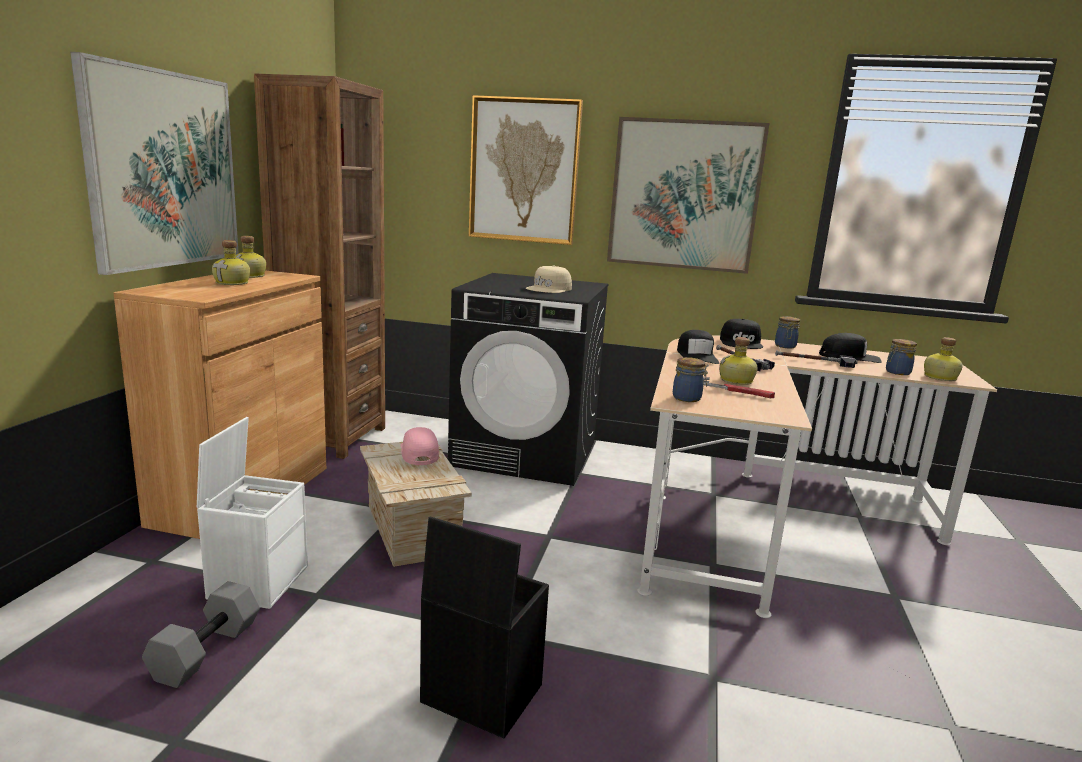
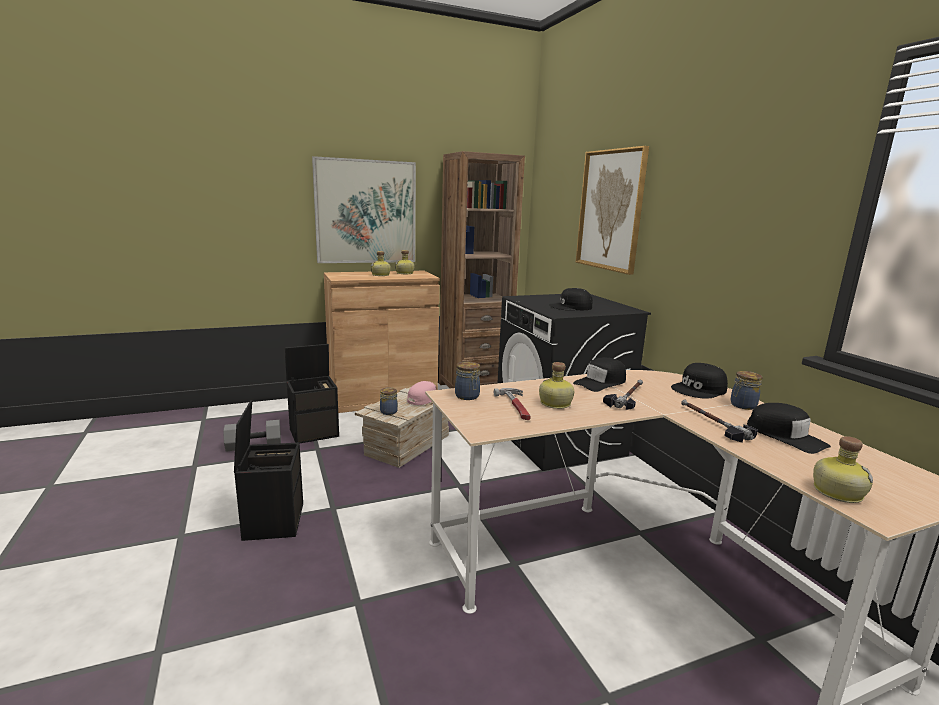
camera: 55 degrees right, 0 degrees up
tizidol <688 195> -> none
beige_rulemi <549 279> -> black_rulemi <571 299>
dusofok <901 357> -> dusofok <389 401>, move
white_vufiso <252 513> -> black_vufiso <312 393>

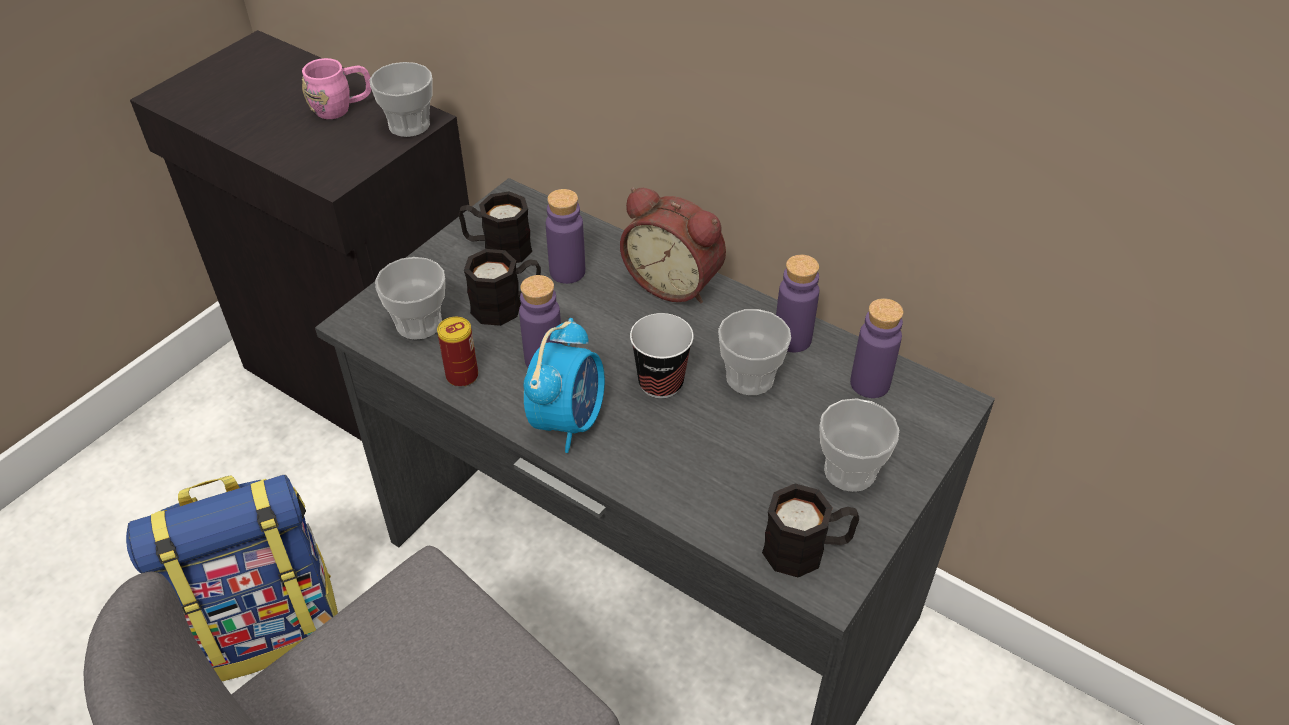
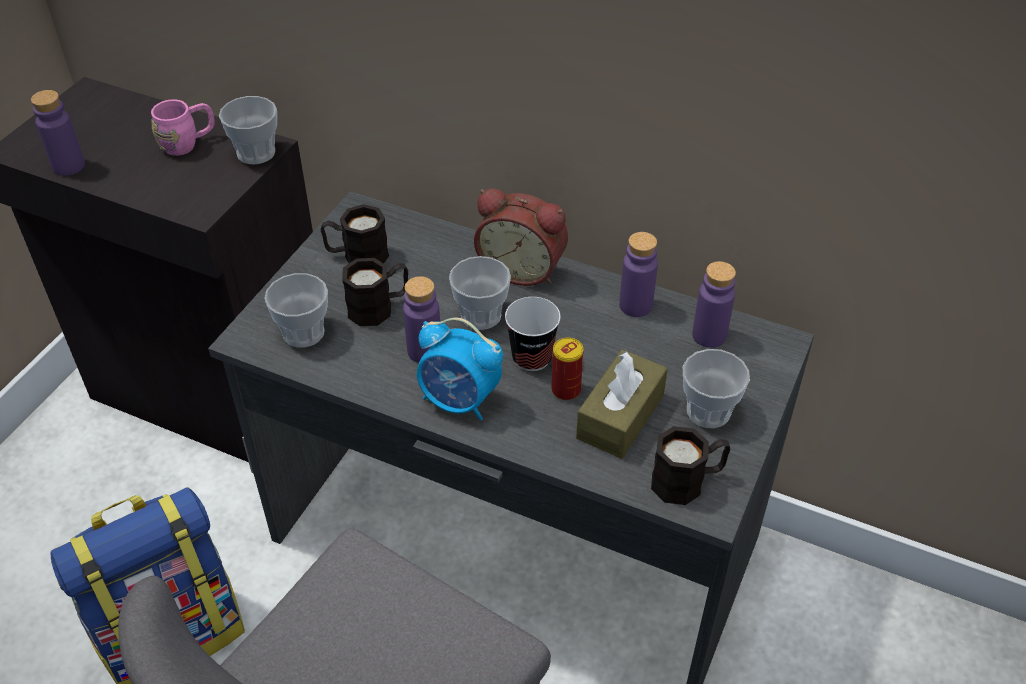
camera: 10 degrees left, 0 degrees up
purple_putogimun <565 236> -> purple_putogimun <58 133>, move
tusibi <754 352> -> tusibi <480 293>, move
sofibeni <457 352> -> sofibeni <567 369>, move
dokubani <564 385> -> dokubani <460 369>, 105 degrees clockwise
none -> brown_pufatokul <622 404>

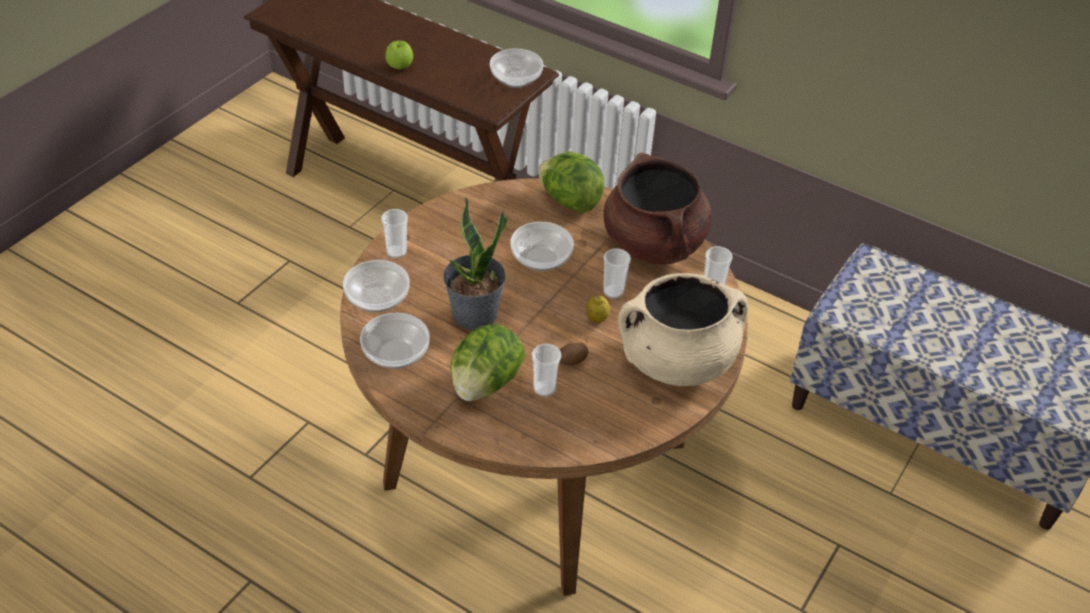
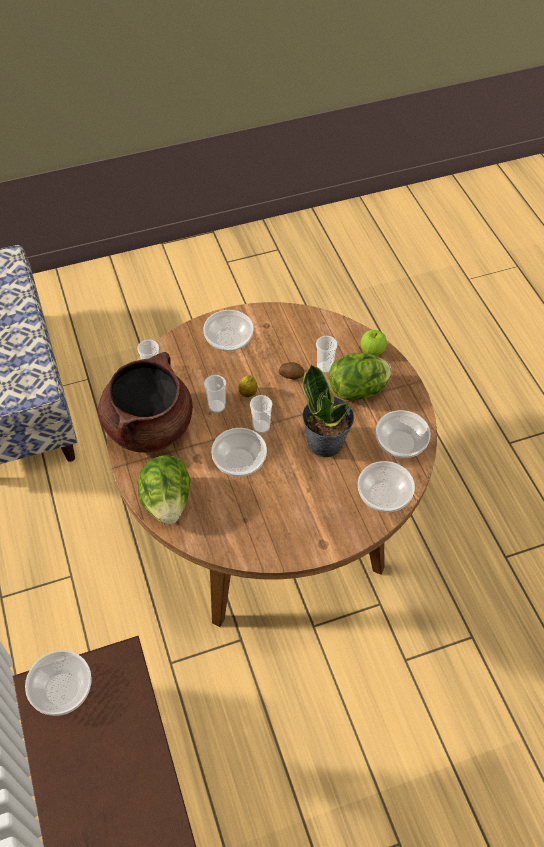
camera: 140 degrees left, 10 degrees up
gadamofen <399 54> -> gadamofen <373 343>, move
tusibi <394 233> -> tusibi <261 414>, move
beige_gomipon <683 329> -> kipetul <228 330>

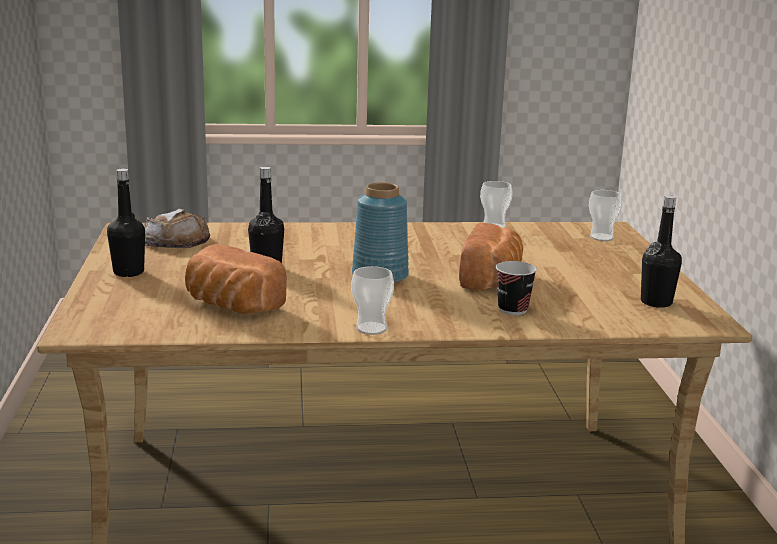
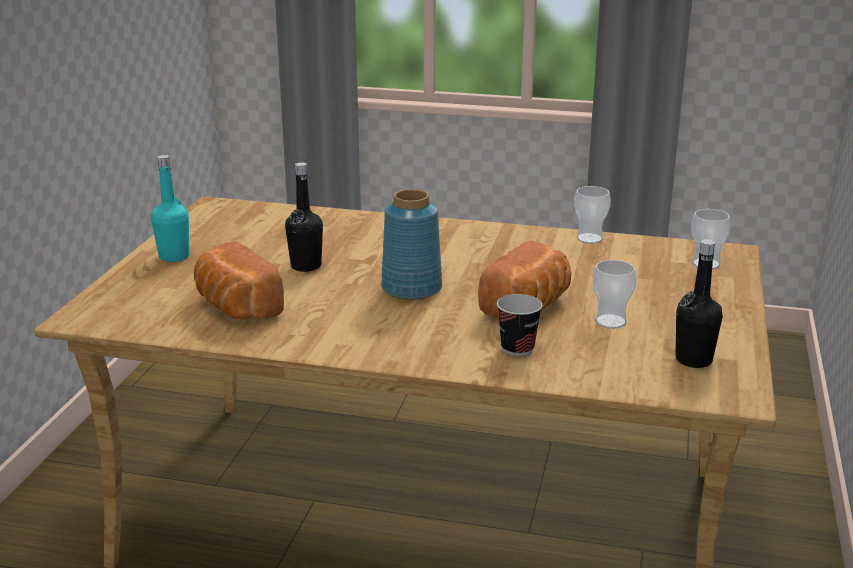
camera: 20 degrees right, 5 degrees up
black_putogimun <126 222> -> turquoise_putogimun <170 208>
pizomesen <177 228> -> none
tusibi <372 300> -> tusibi <614 294>, move

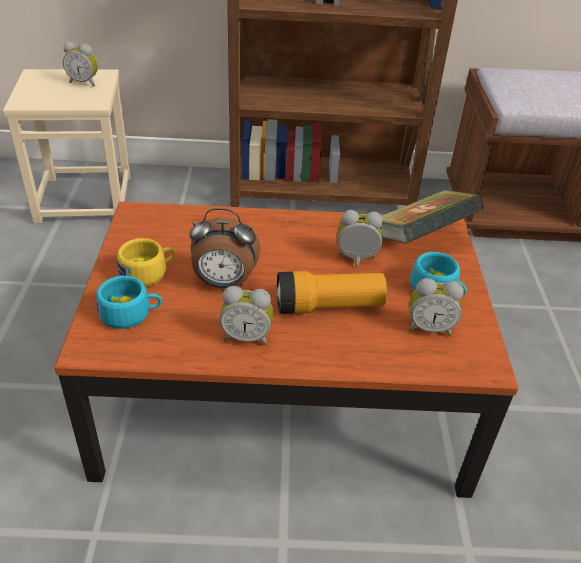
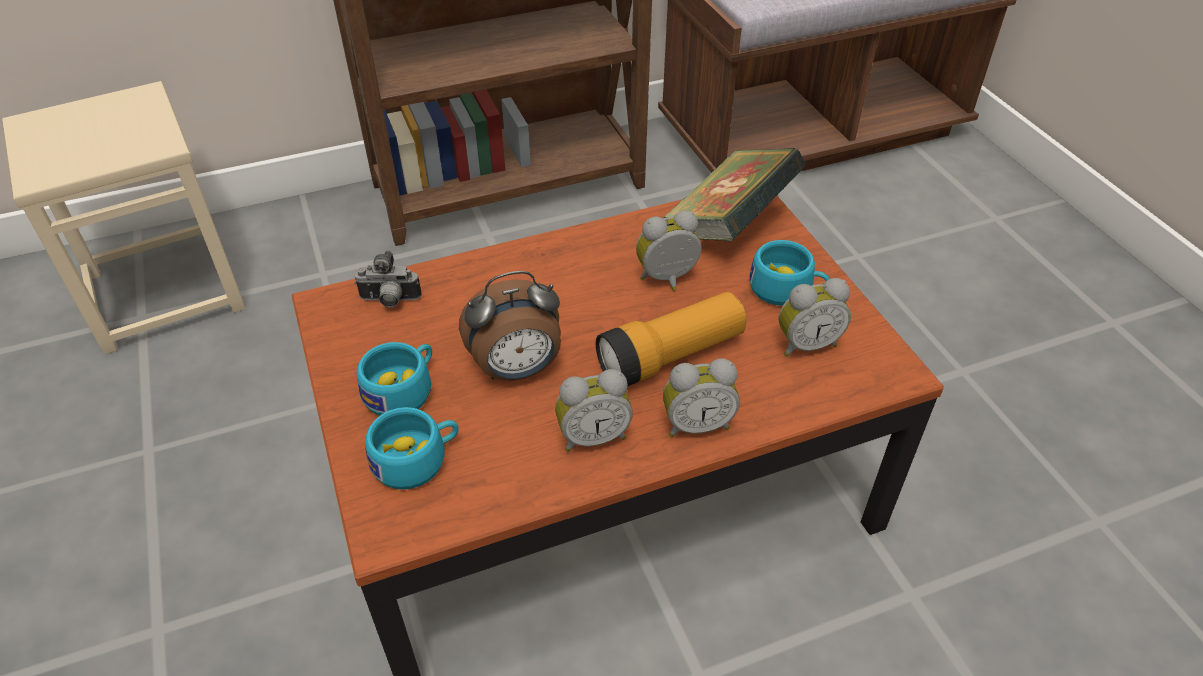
camera: 20 degrees left, 5 degrees up
dokubani <80 64> -> dokubani <701 398>, move
yellow_tusibi <146 262> -> turquoise_tusibi <394 379>
none -> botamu <388 278>

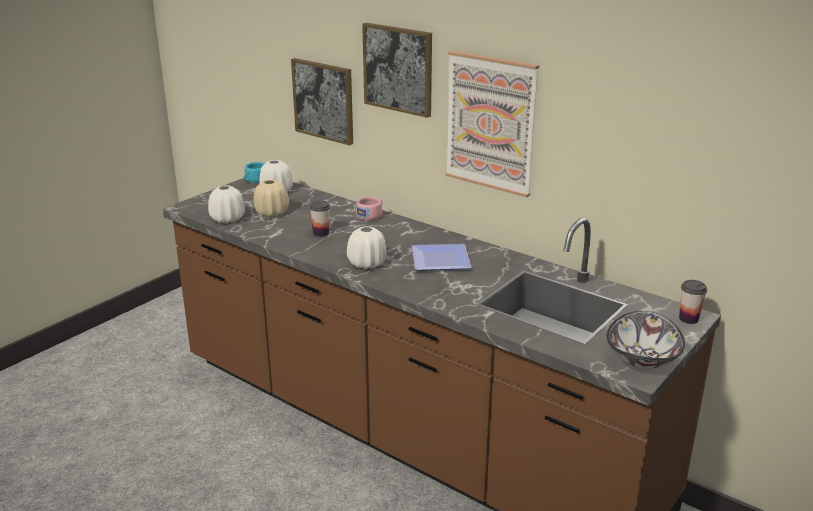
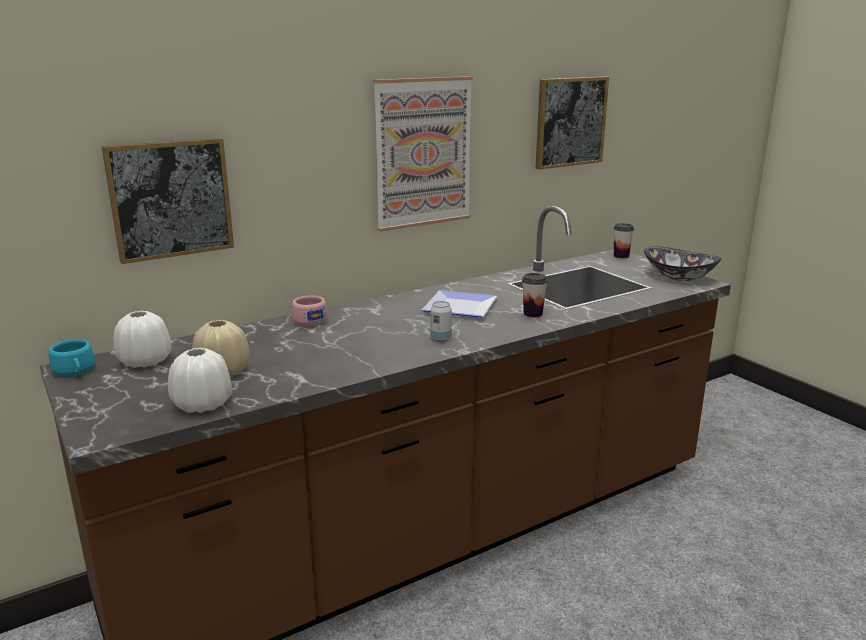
camera: 70 degrees left, 5 degrees down
tizidol <397 70> -> tizidol <572 123>, move
tusibi <320 219> -> tusibi <535 295>, move
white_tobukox <367 247> -> sofibeni <441 321>

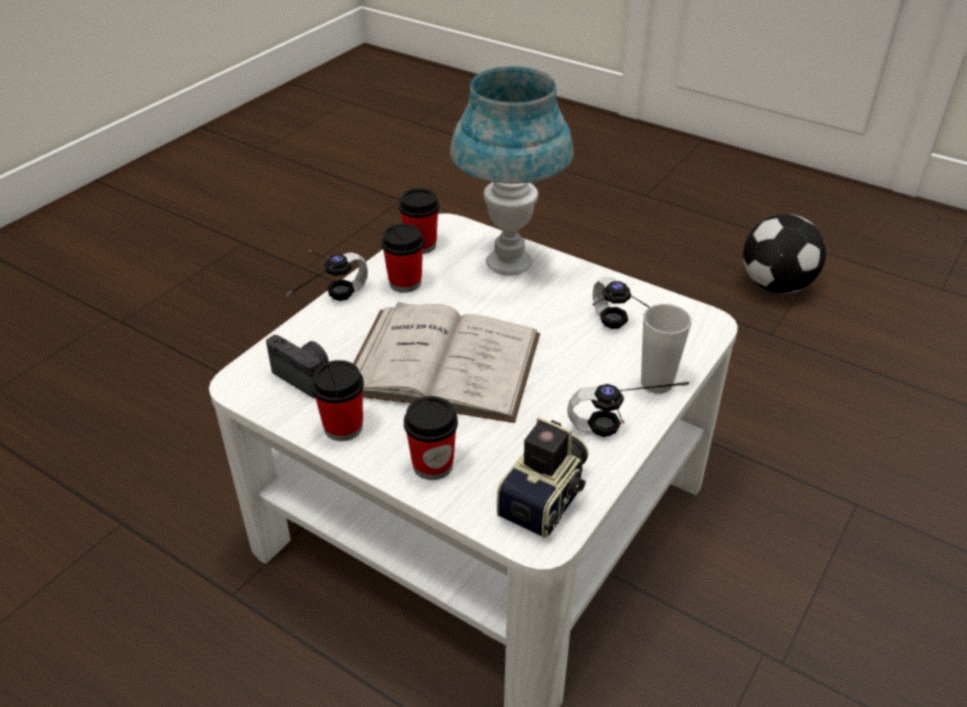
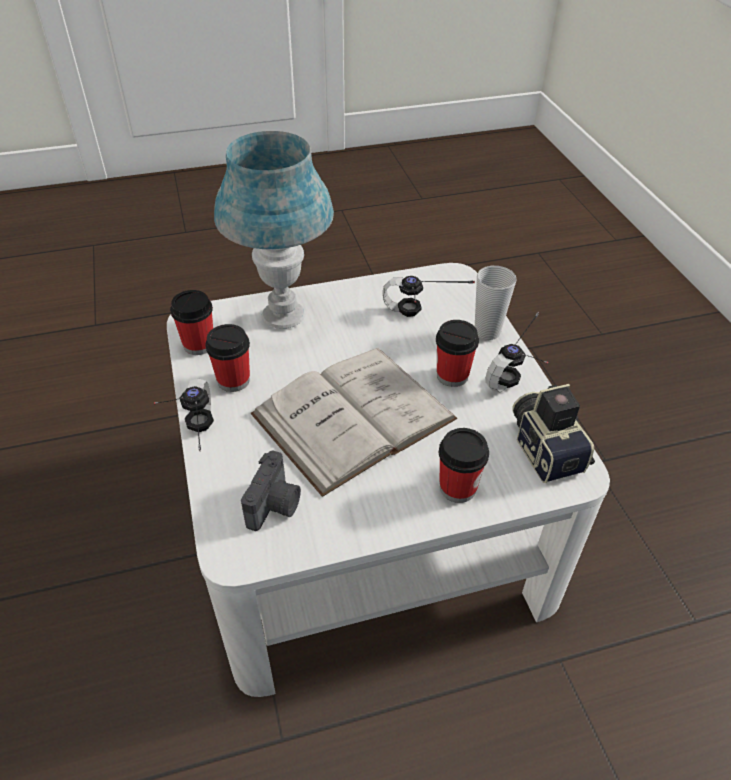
camera: 50 degrees left, 5 degrees up
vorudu <784 254> -> none
botamu <297 366> -> botamu <271 491>, 120 degrees clockwise
tusibi <337 400> -> tusibi <457 353>, move

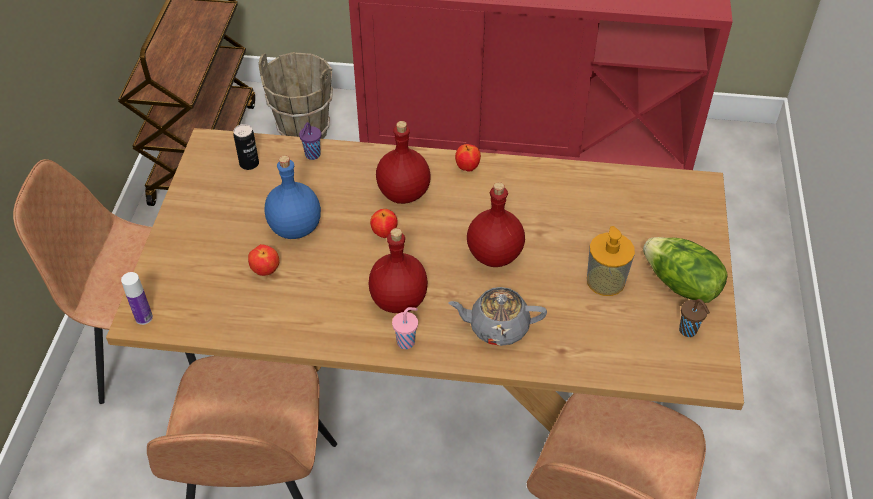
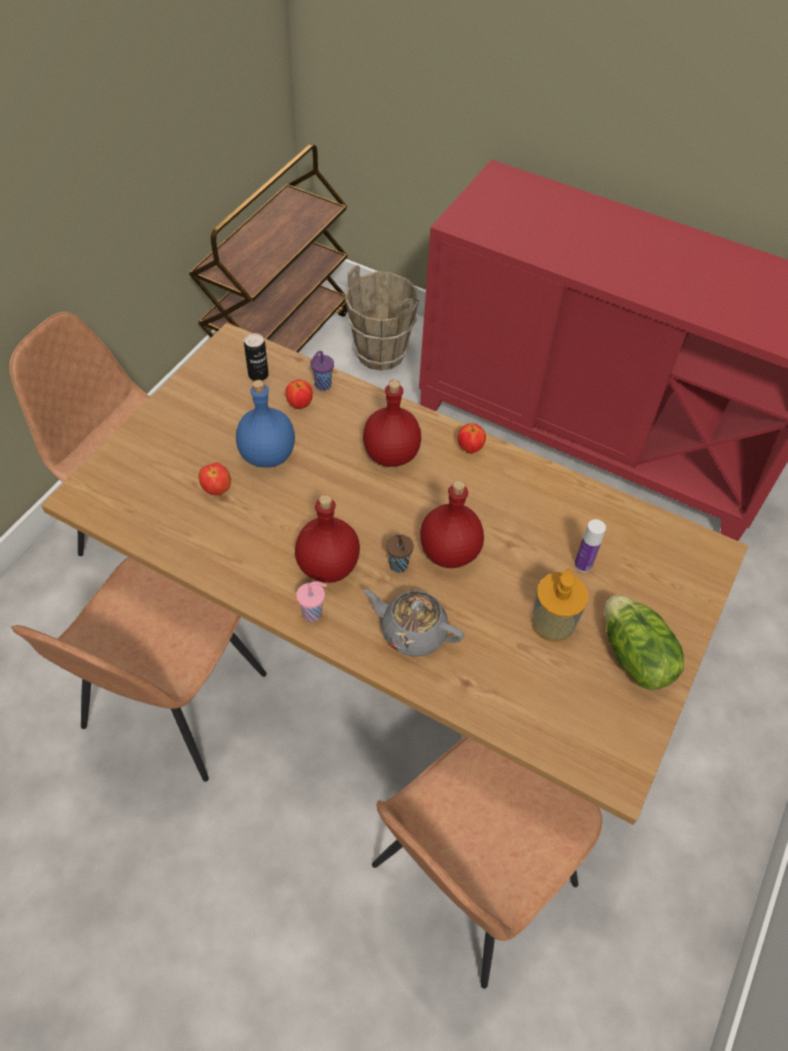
camera: 20 degrees right, 5 degrees up
gadamofen <384 223> -> gadamofen <299 394>, move
putogimun <137 298> -> putogimun <590 545>, move
brown_tusibi <694 318> -> brown_tusibi <400 553>, move

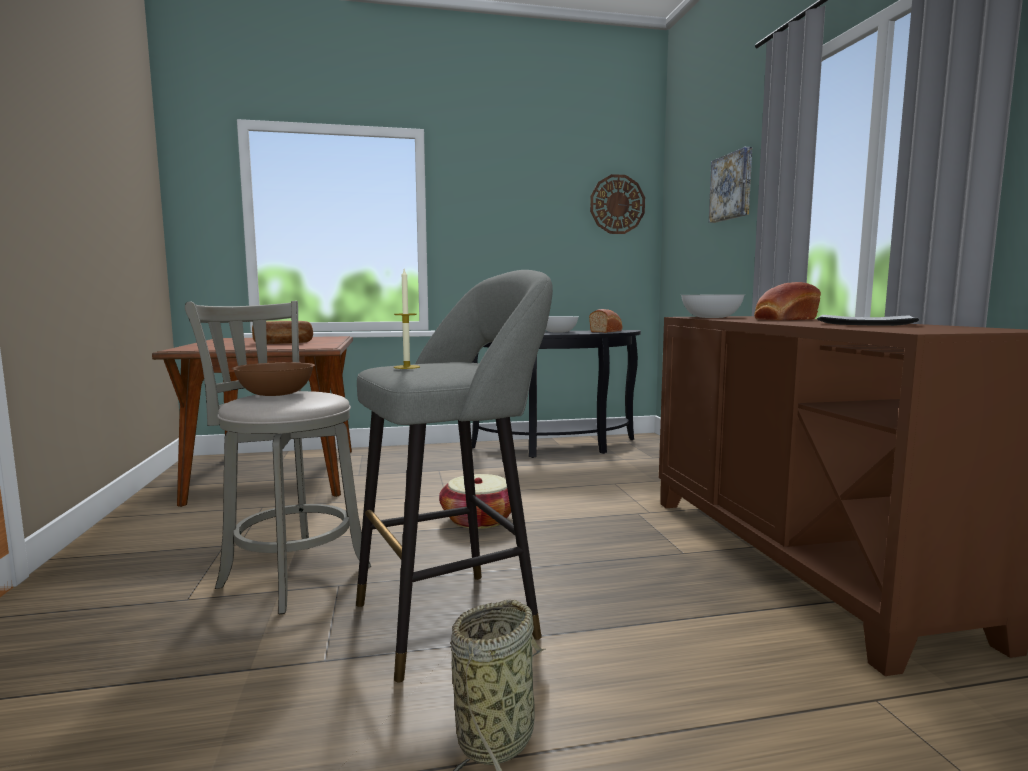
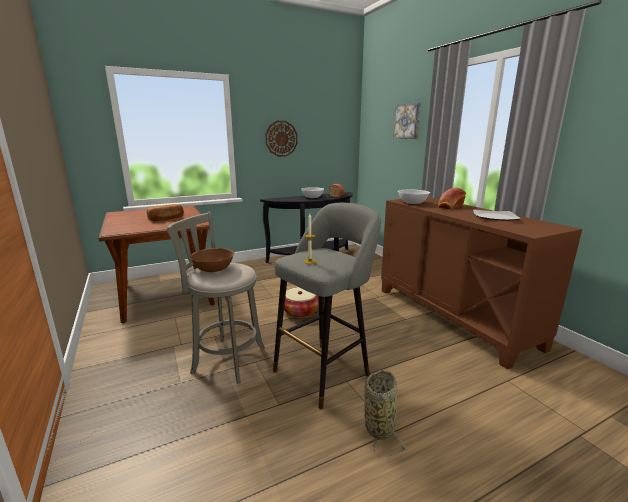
camera: 15 degrees left, 10 degrees up
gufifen <617 204> -> gufifen <281 139>, move

